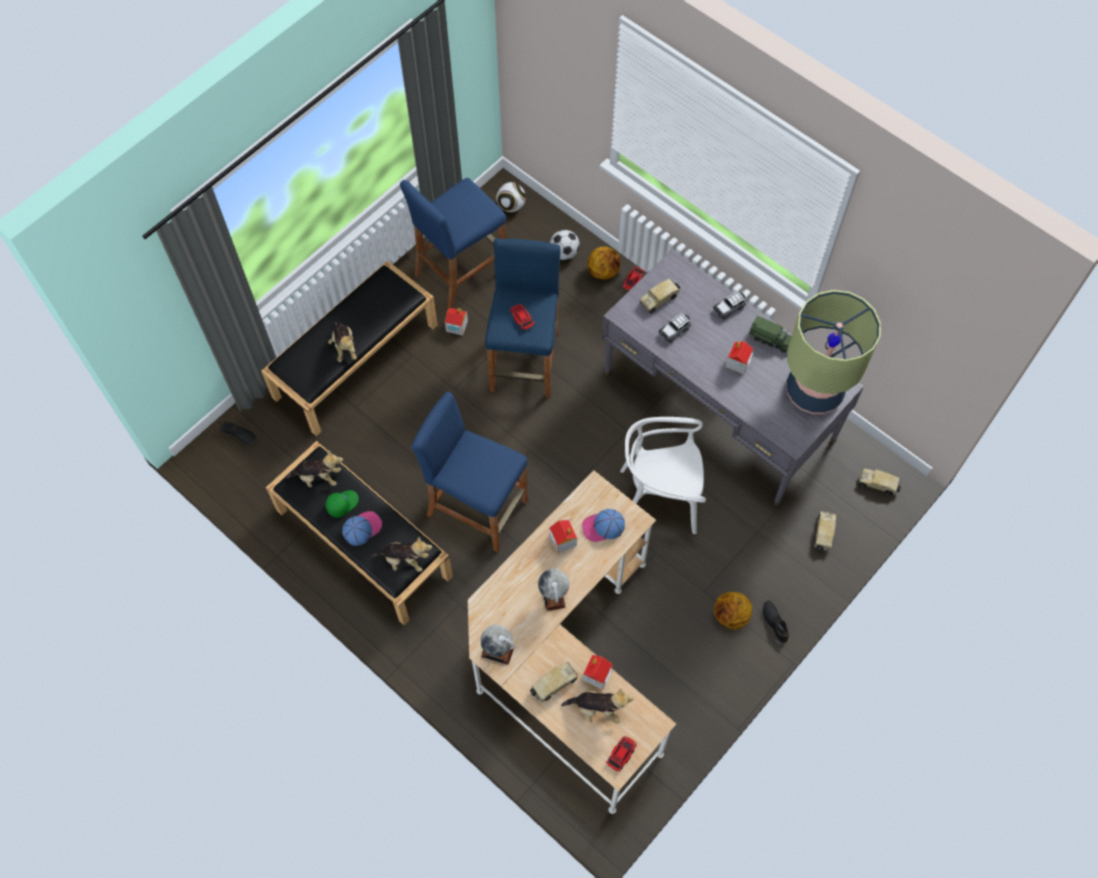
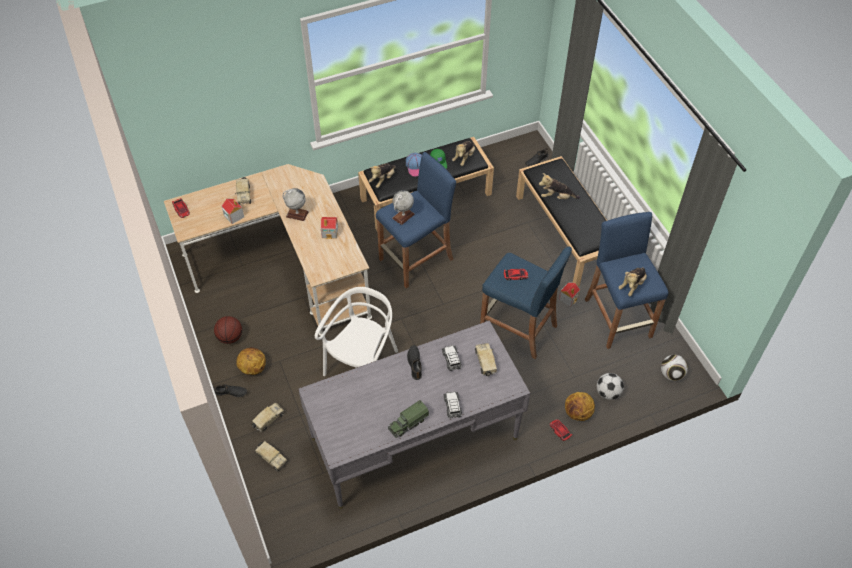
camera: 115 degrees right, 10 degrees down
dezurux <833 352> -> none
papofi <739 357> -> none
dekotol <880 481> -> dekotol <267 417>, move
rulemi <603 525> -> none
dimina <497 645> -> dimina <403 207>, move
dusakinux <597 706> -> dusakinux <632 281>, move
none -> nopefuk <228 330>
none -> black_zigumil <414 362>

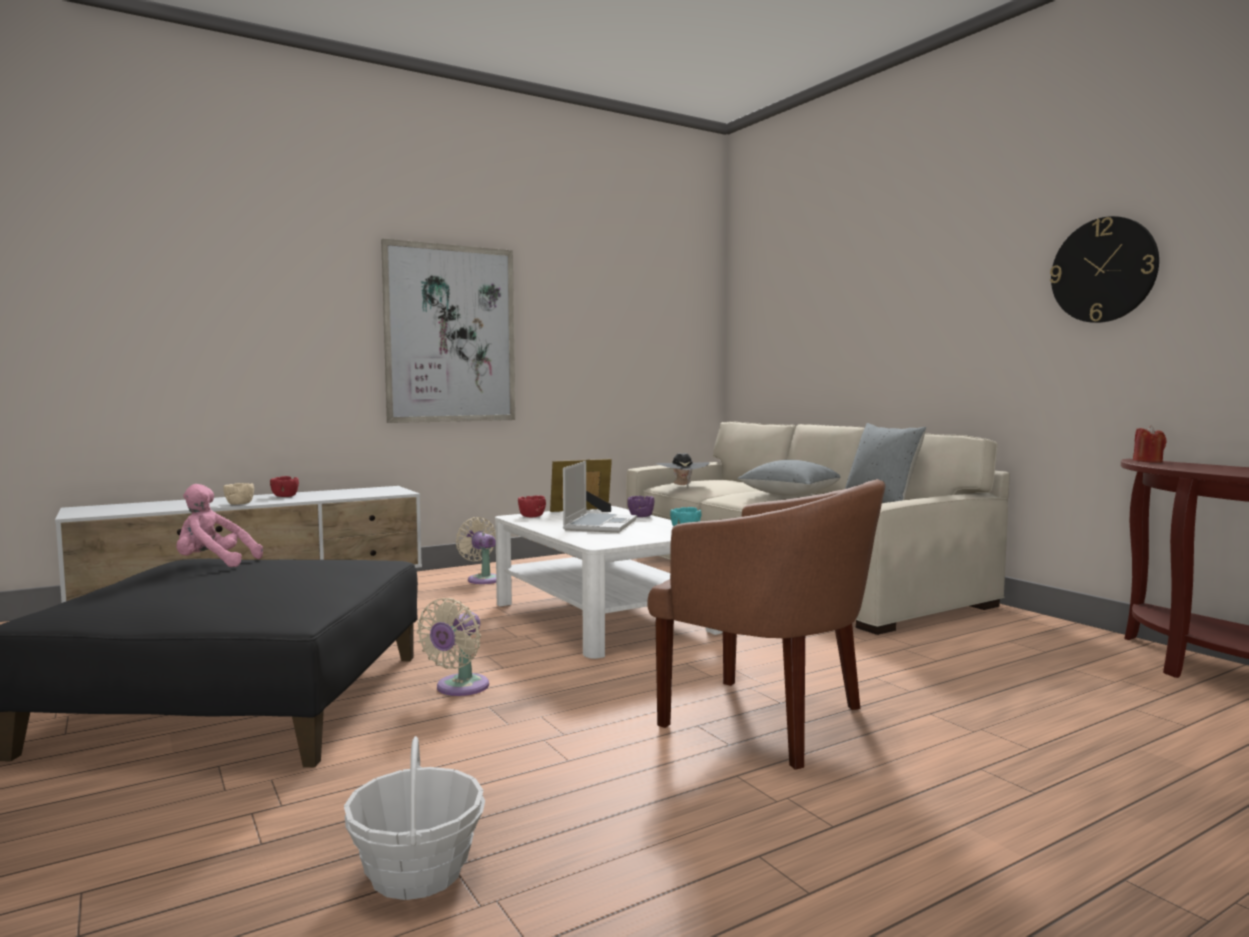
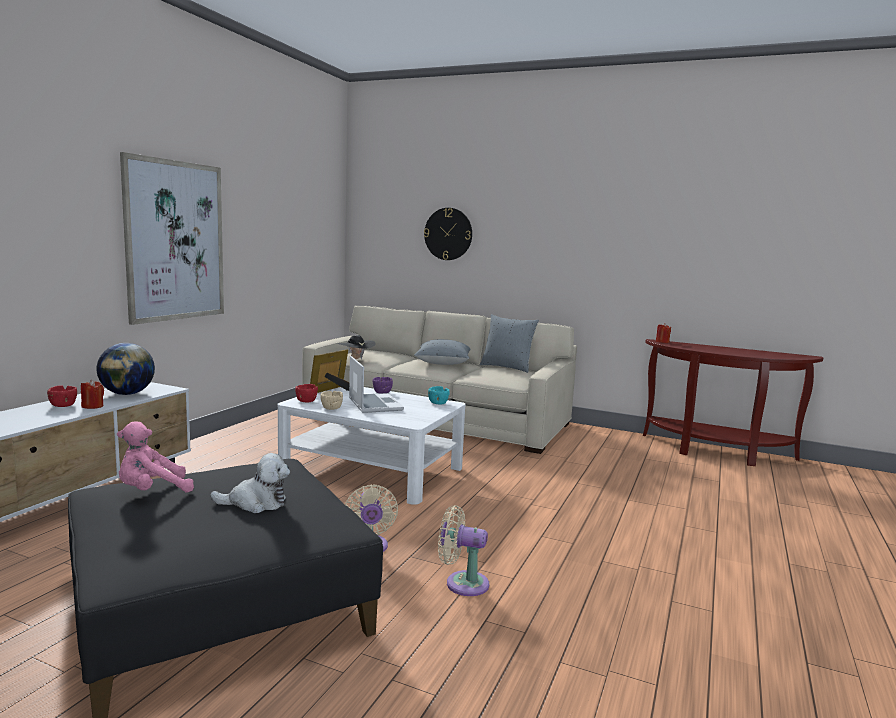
camera: 35 degrees left, 5 degrees up
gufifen <1104 269> -> gufifen <448 234>, move
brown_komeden <766 624> -> none
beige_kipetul <238 494> -> beige_kipetul <331 400>, move
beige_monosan <476 550> -> beige_monosan <463 550>, move
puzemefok <414 818> -> none
none -> dimina <125 369>
none -> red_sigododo <92 394>
none -> dusakinux <250 483>

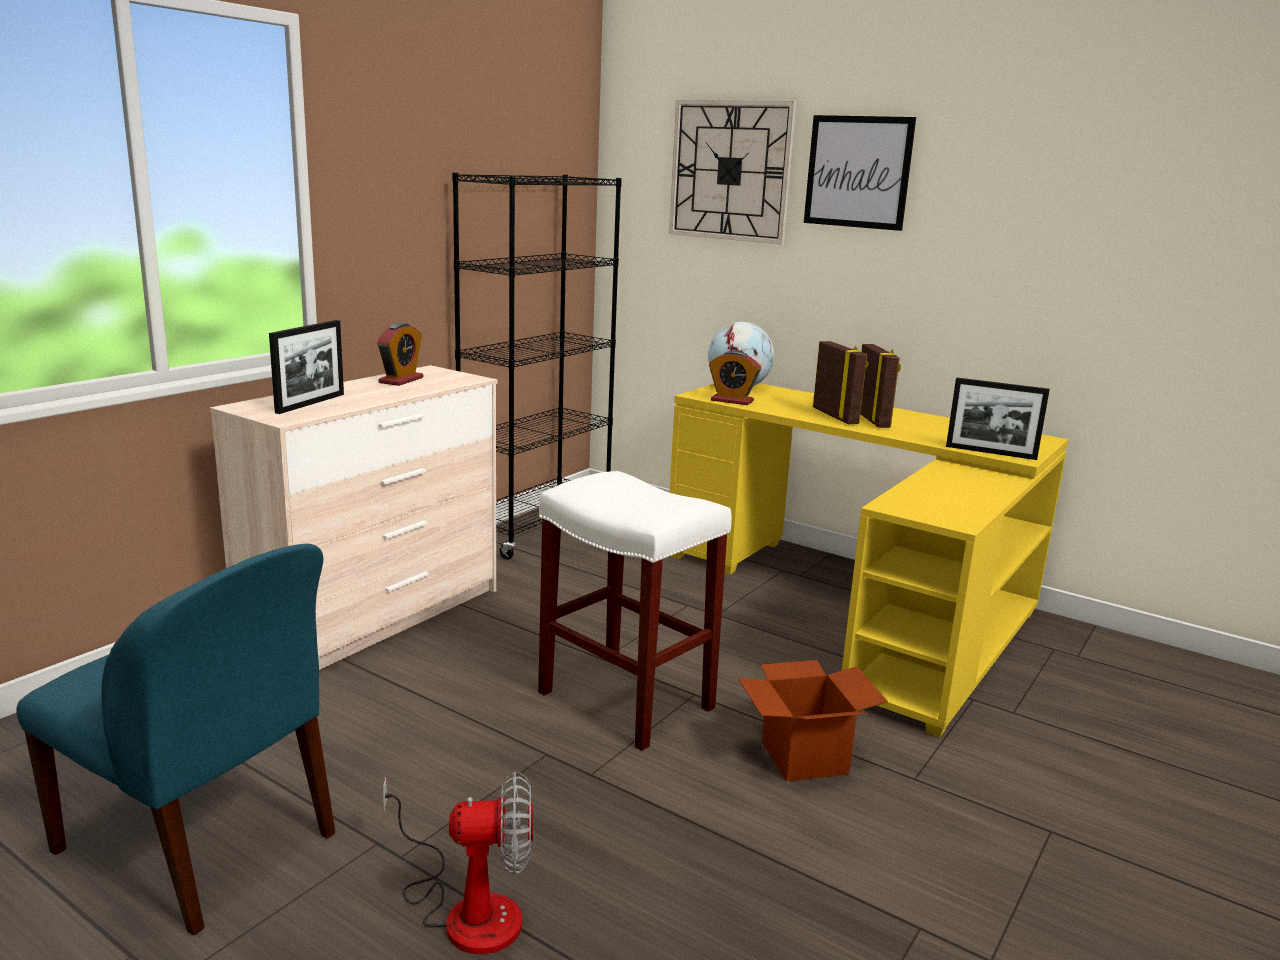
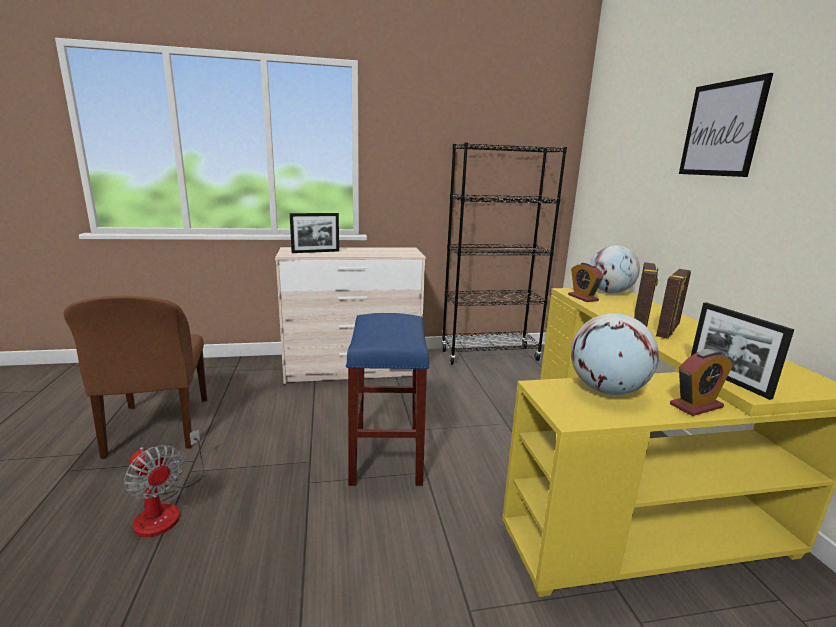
camera: 45 degrees right, 0 degrees up
gufifen <733 172> -> none
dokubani <400 354> -> dokubani <701 382>, move
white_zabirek <635 611> -> blue_zabirek <387 399>
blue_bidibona <176 740> -> brown_bidibona <135 377>
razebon <813 720> -> none
none -> dimina <615 354>

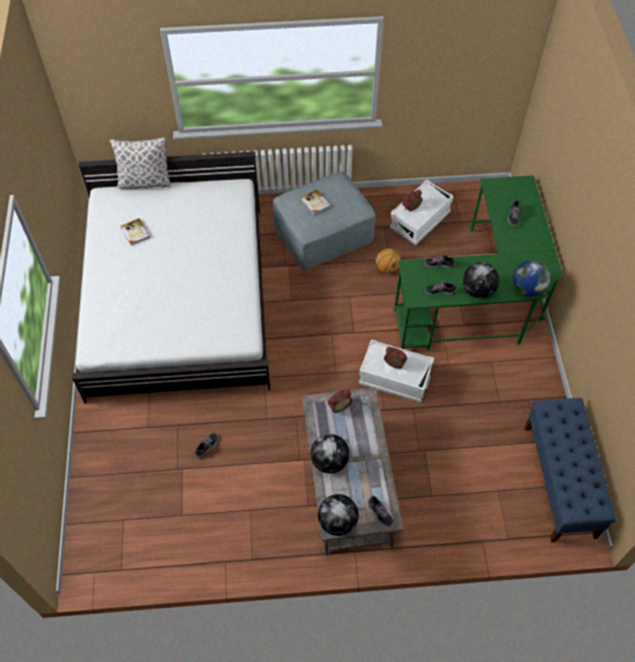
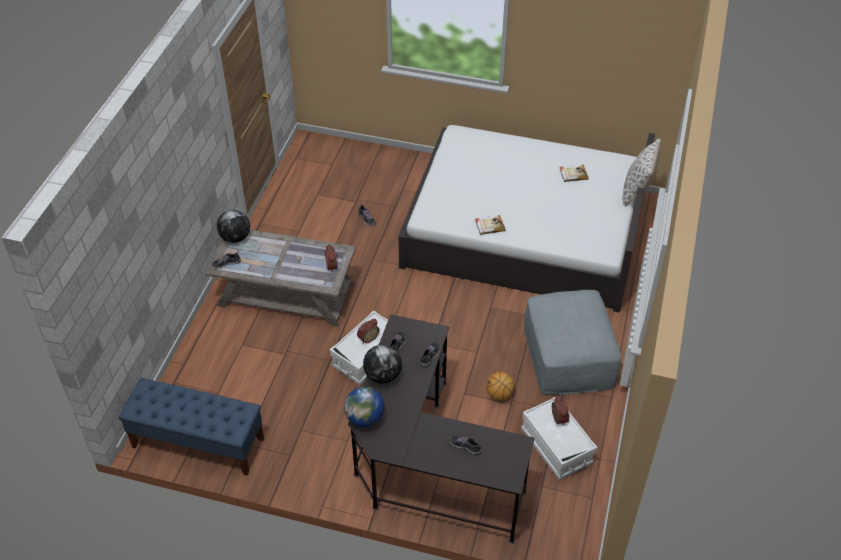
camera: 110 degrees right, 10 degrees down
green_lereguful <477 263> -> black_lereguful <441 429>
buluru <316 202> -> buluru <490 225>, move
dimina <330 454> -> none

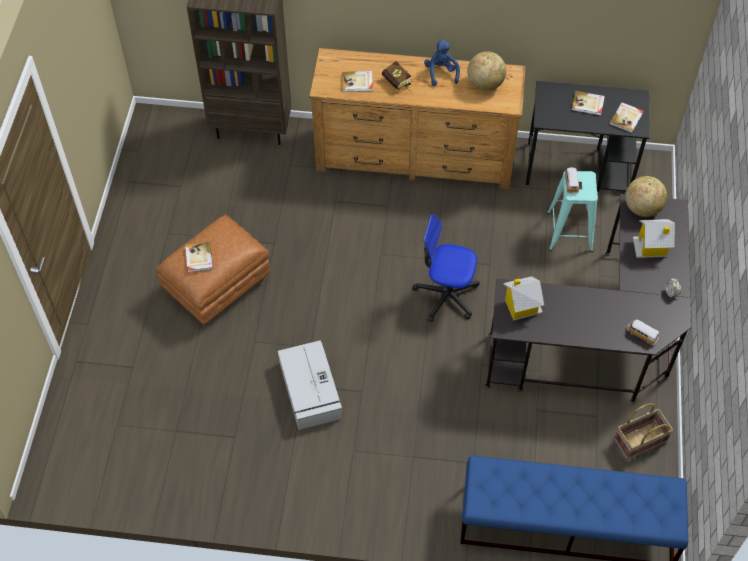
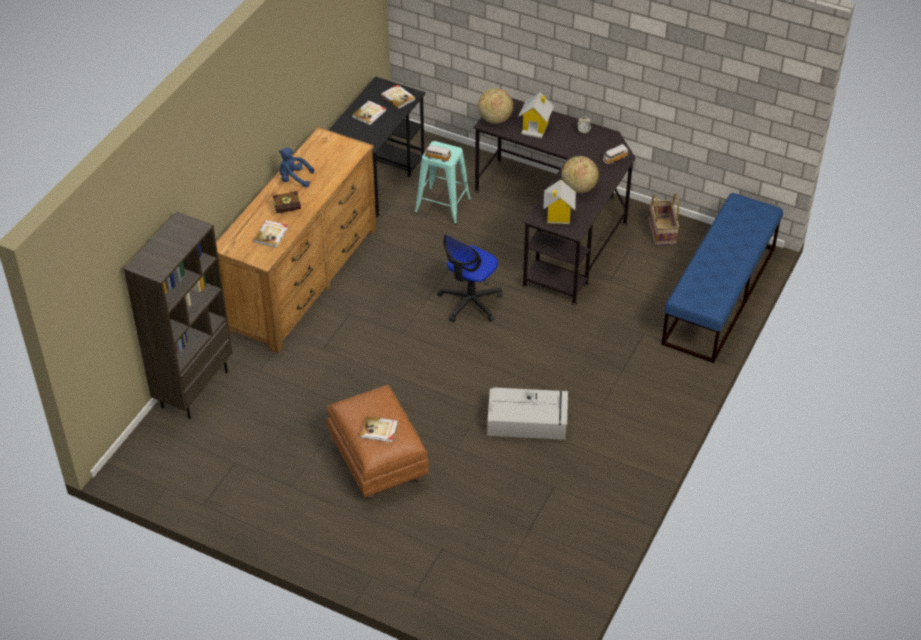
camera: 70 degrees left, 10 degrees down
dimina <486 71> -> dimina <580 174>, move

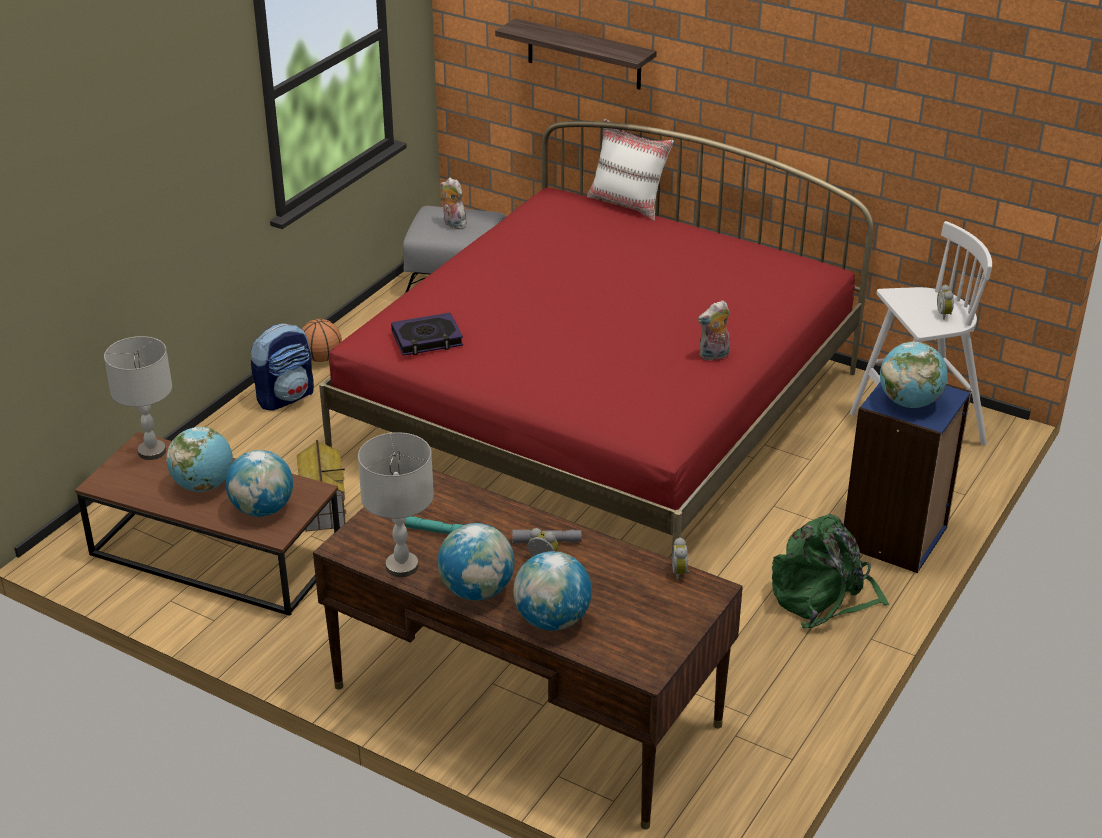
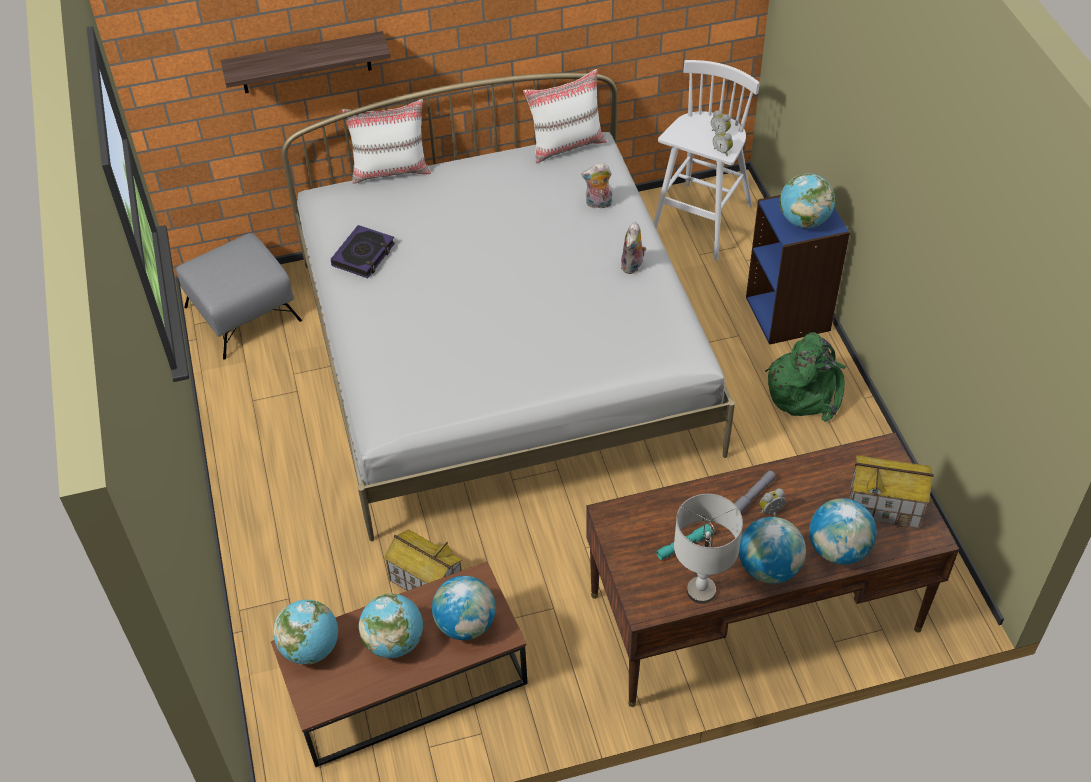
camera: 45 degrees left, 15 degrees up
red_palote <596 334> -> white_palote <508 307>
dusakinux <454 203> -> dusakinux <597 185>, move
buluru <427 334> -> buluru <363 251>, move
nopefuk <322 340> -> none
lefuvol <282 367> -> none
grey_dezurux <138 398> -> dimina <305 632>
dokubani <681 559> -> dokubani <723 142>, move
none -> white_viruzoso <565 116>
none -> papofi <892 492>

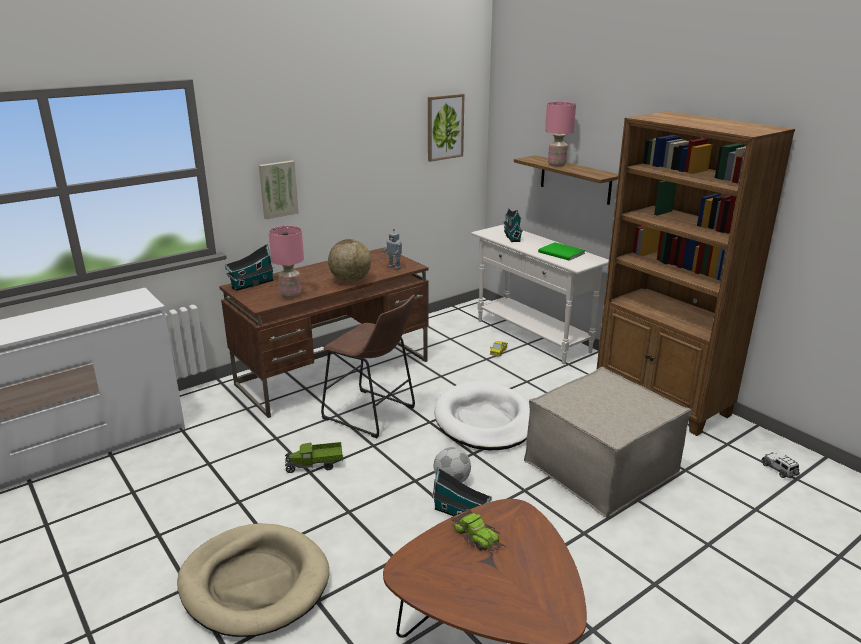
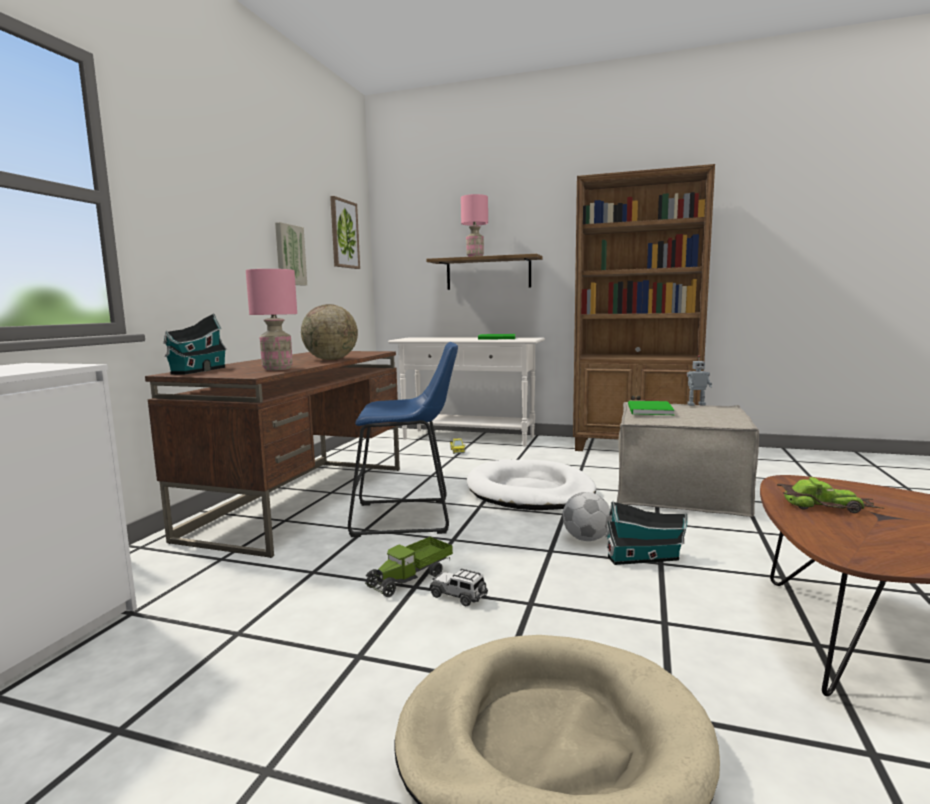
camera: 35 degrees left, 15 degrees down
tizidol <279 189> -> tizidol <291 253>, move
papofi <513 225> -> none
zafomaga <392 249> -> zafomaga <699 380>, move
brown_zabirek <368 366> -> blue_zabirek <403 439>
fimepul <780 465> -> fimepul <458 587>, move
none -> green_buluru <651 408>

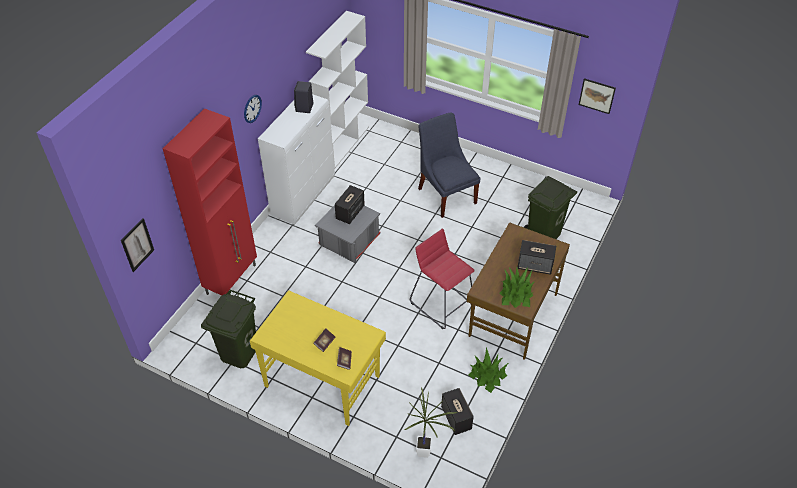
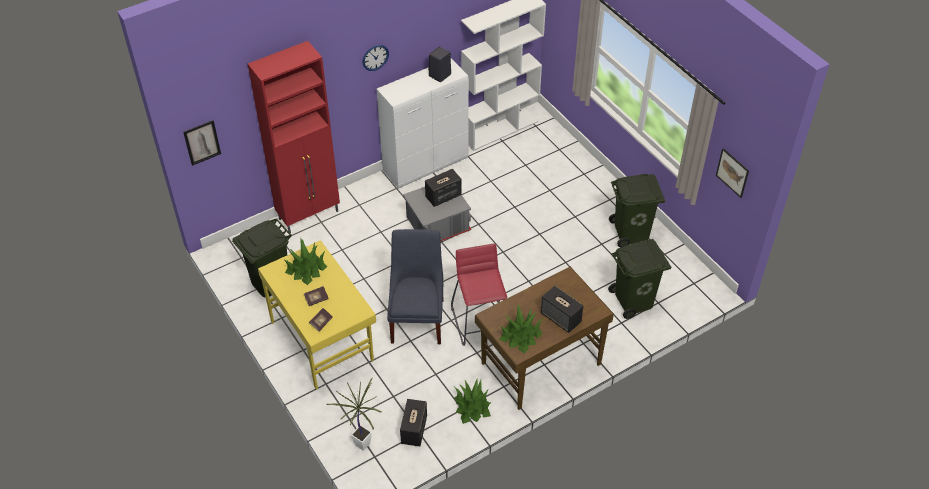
camera: 30 degrees right, 0 degrees up
blue_bidibona <449 165> -> blue_bidibona <415 286>, move
none -> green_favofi <637 211>
none -> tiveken <305 261>

